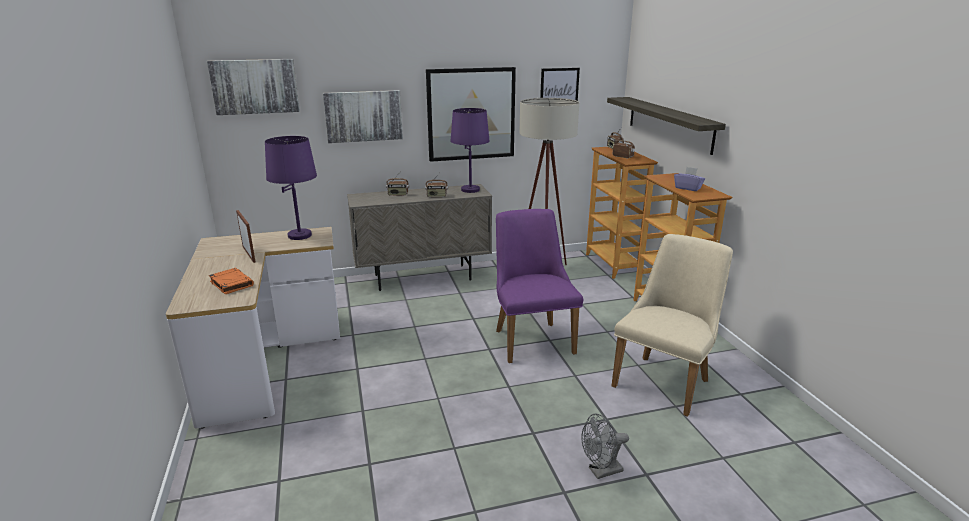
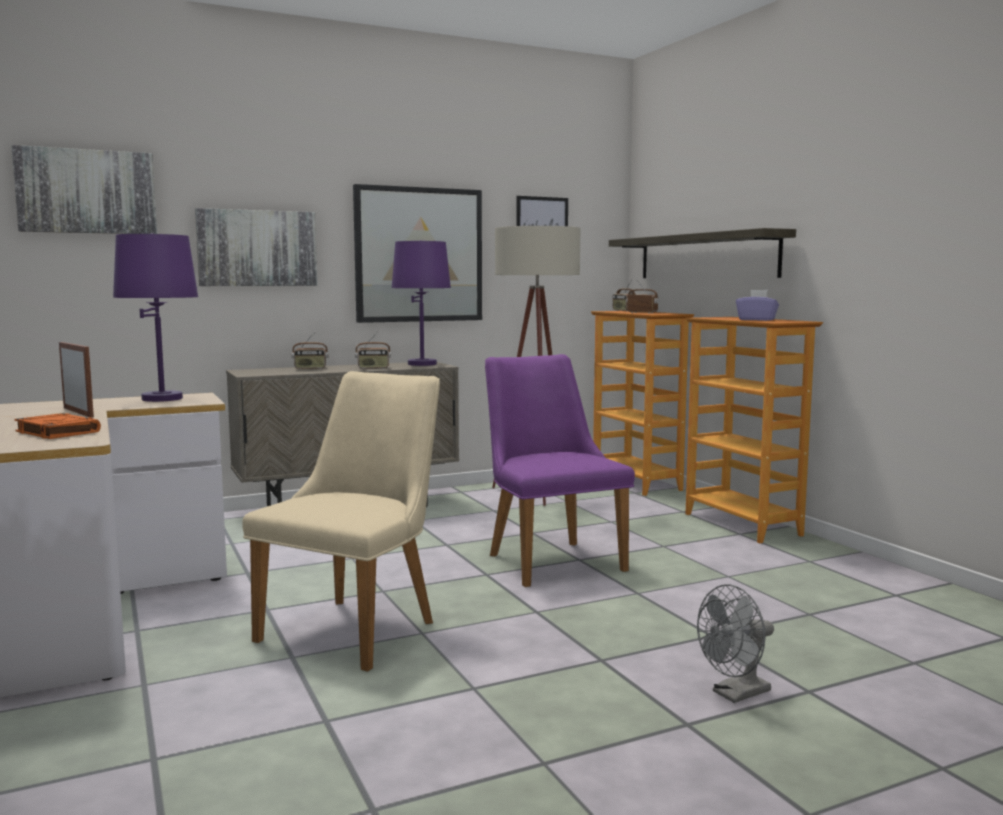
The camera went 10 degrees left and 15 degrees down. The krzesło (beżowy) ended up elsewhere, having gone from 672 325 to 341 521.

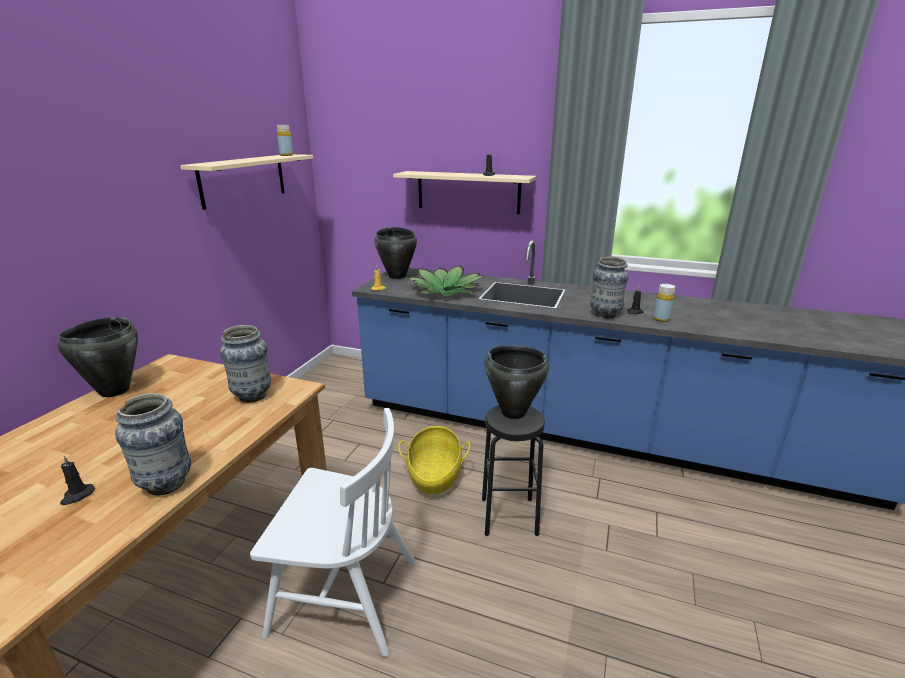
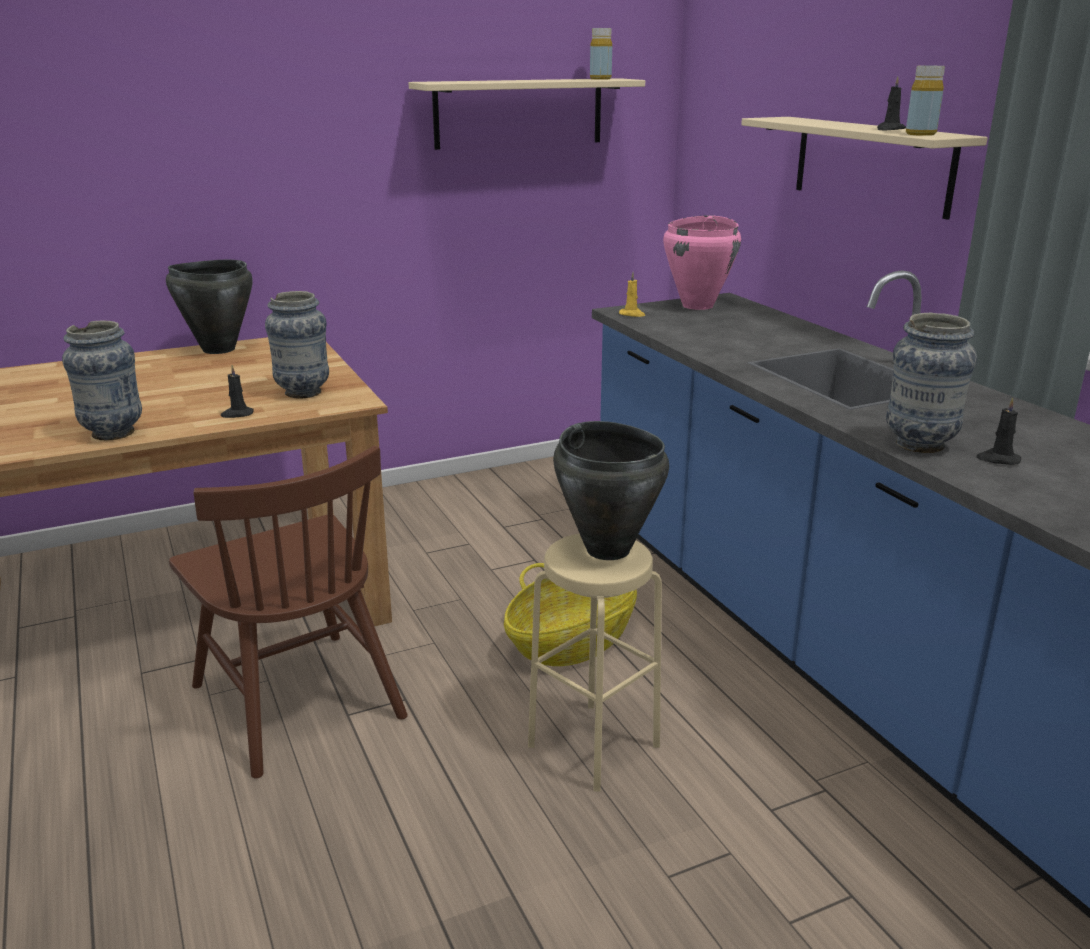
The camera went 45 degrees right and 0 degrees up. The świeca (czarny) ended up elsewhere, having gone from 77 480 to 236 391. What was the krzesło (biały) at 333 532 turned into the krzesło (brązowy) at 288 612. What was the garnek (czarny) at 395 253 turned into the garnek (różowy) at 702 262. The second view lost the roślina doniczkowa at 445 281. What was the stołek (czarny) at 513 470 turned into the stołek (beżowy) at 595 663. The butelka (żółty) ended up elsewhere, having gone from 664 303 to 925 101.

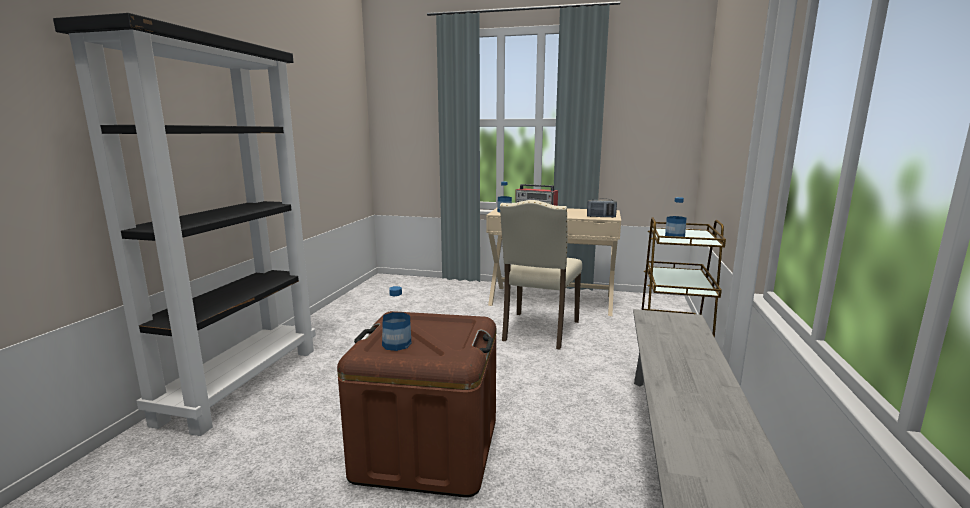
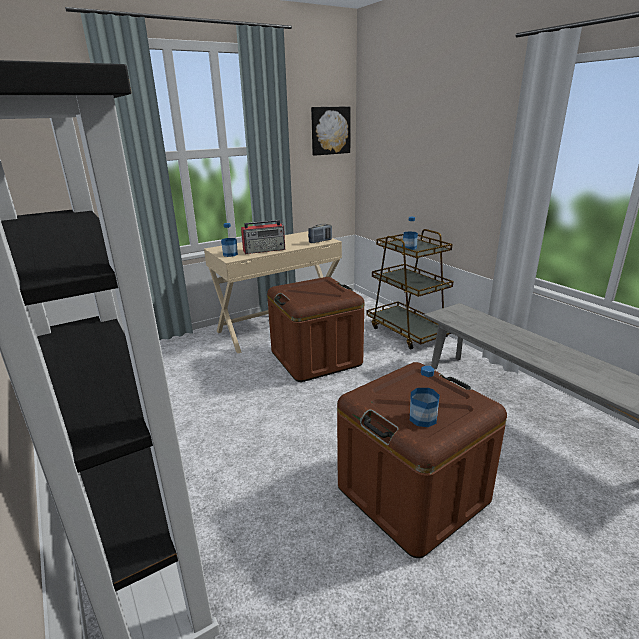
The camera went 45 degrees left and 10 degrees up. Where the krzesło (beżowy) stood at 541 274, the pojemnik do przechowywania (brązowy) came to stand at 315 329. The second view gained the obraz at 331 131.

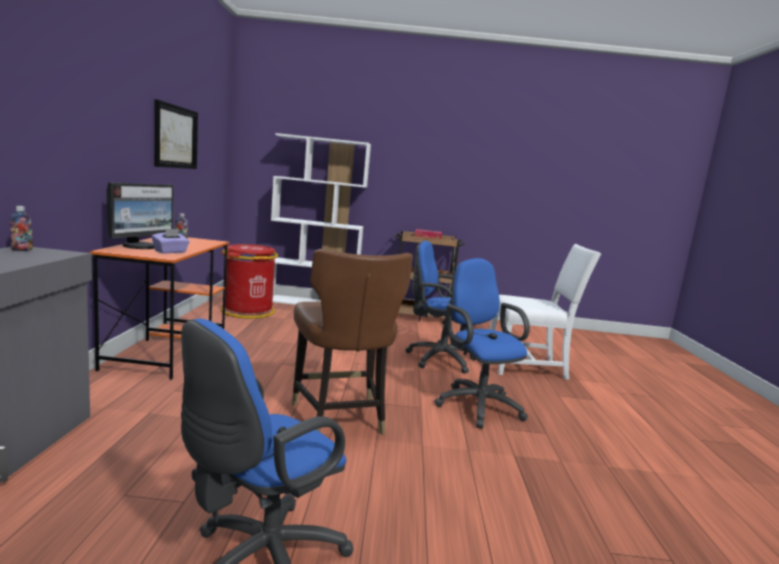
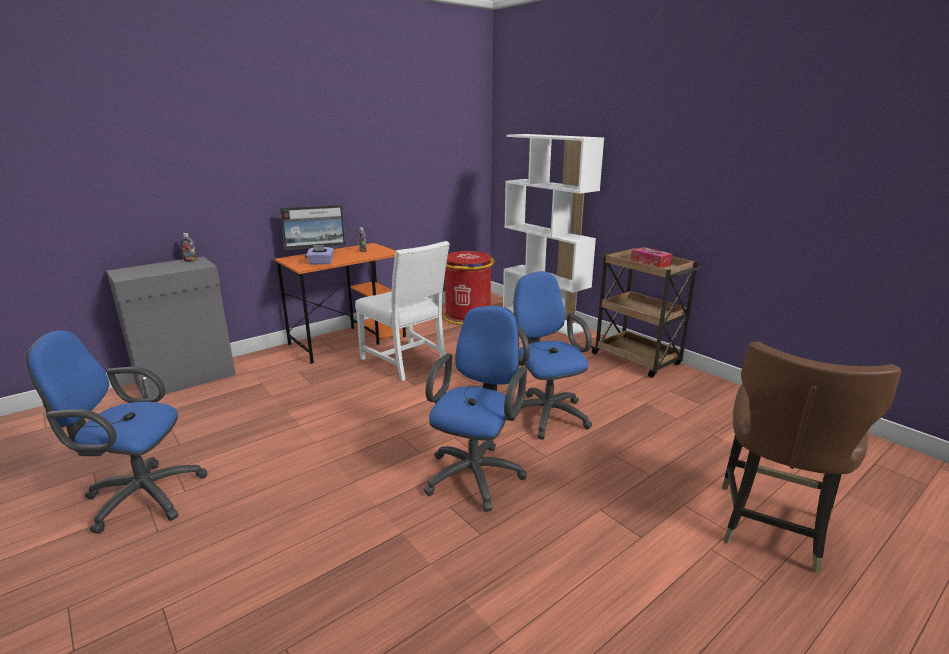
The camera went 50 degrees right and 10 degrees up. The second view lost the obraz at 176 134. The krzesło (brązowy) ended up elsewhere, having gone from 352 342 to 811 457. The krzesło (biały) ended up elsewhere, having gone from 545 312 to 402 311.

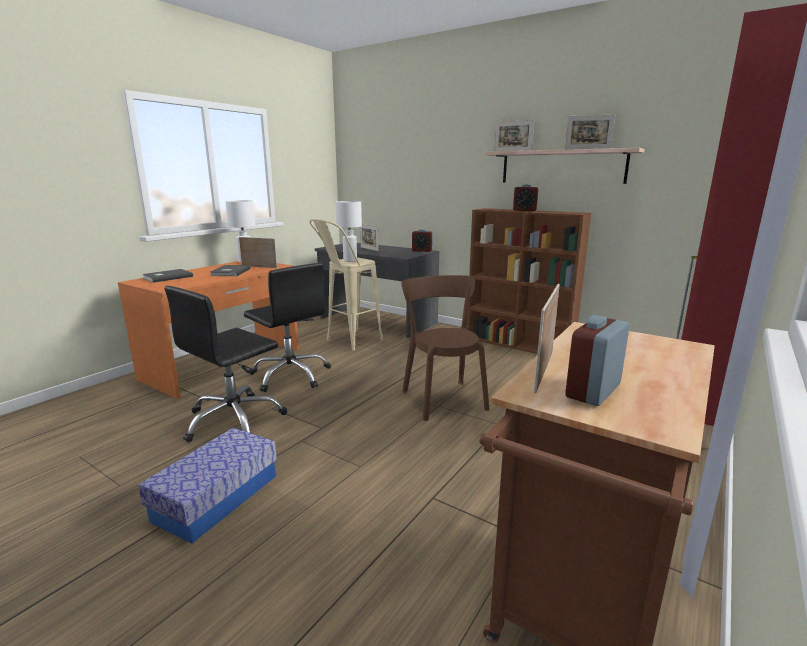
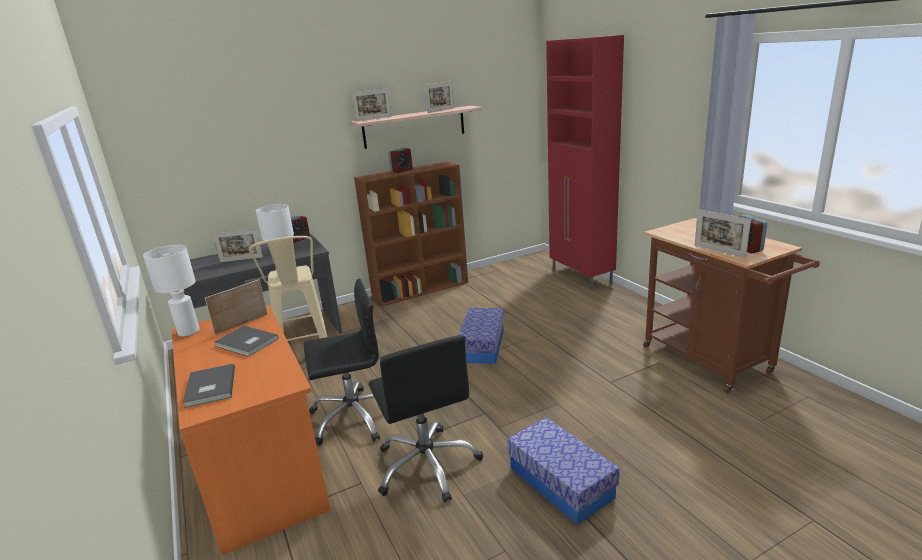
The camera went 60 degrees left and 5 degrees up. Where the krzesło (brązowy) stood at 446 348, the pojemnik do przechowywania came to stand at 481 336.

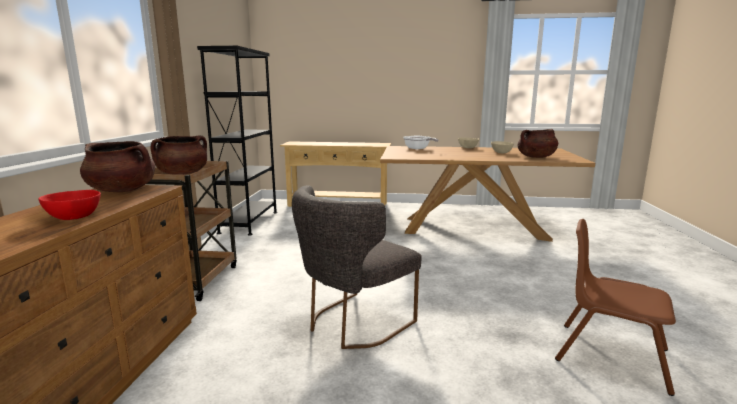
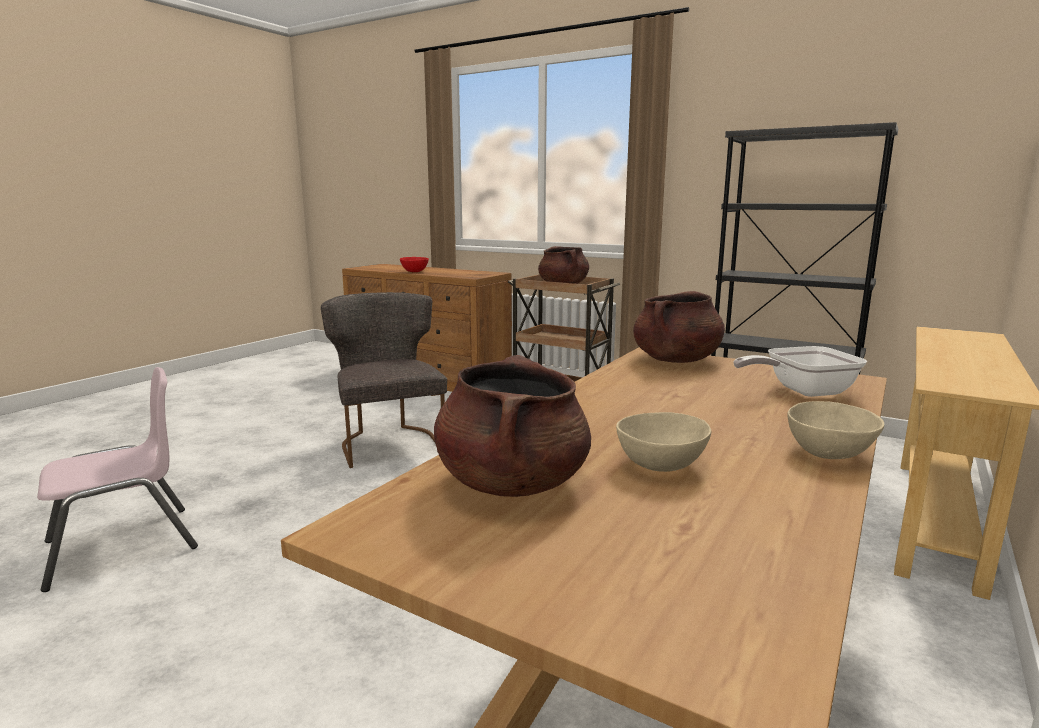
The camera went 115 degrees right and 0 degrees up. The garnek (brązowy) ended up elsewhere, having gone from 117 166 to 679 327. What was the krzesło (brązowy) at 615 307 turned into the krzesło (różowy) at 117 479.

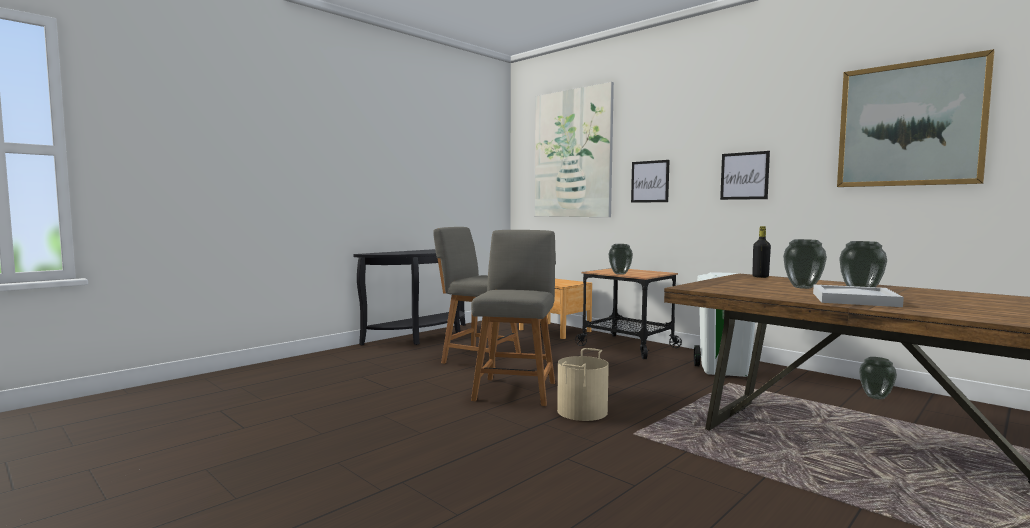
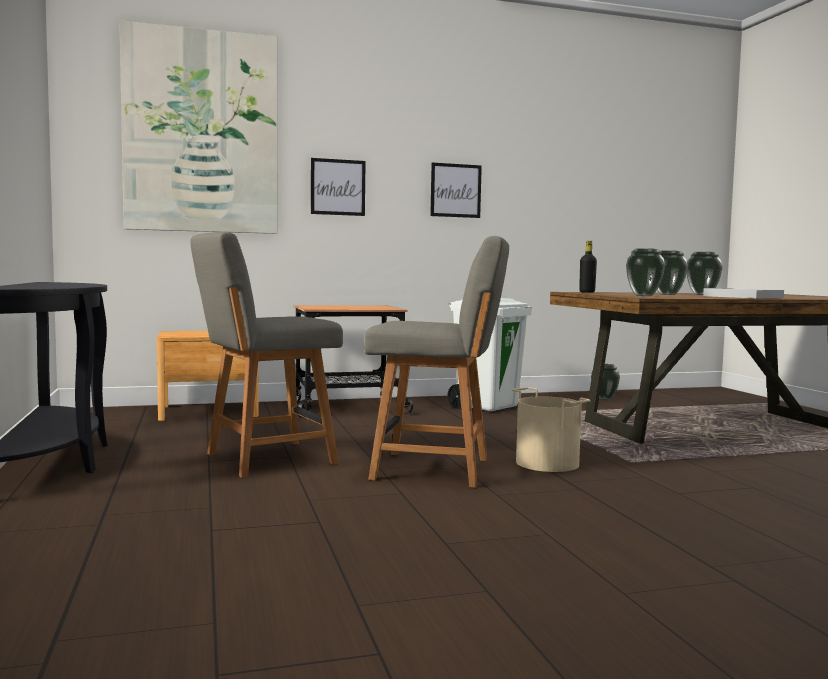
The camera went 60 degrees left and 0 degrees up. The krzesło (szary) at 513 318 ended up facing another way, 150 degrees clockwise from before. The wazon ended up elsewhere, having gone from 620 259 to 645 272. The second view lost the obraz at 915 118.

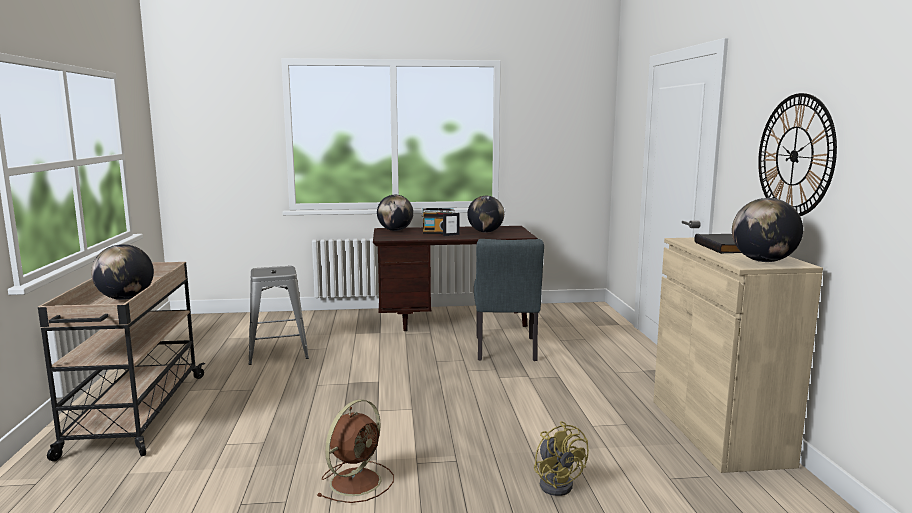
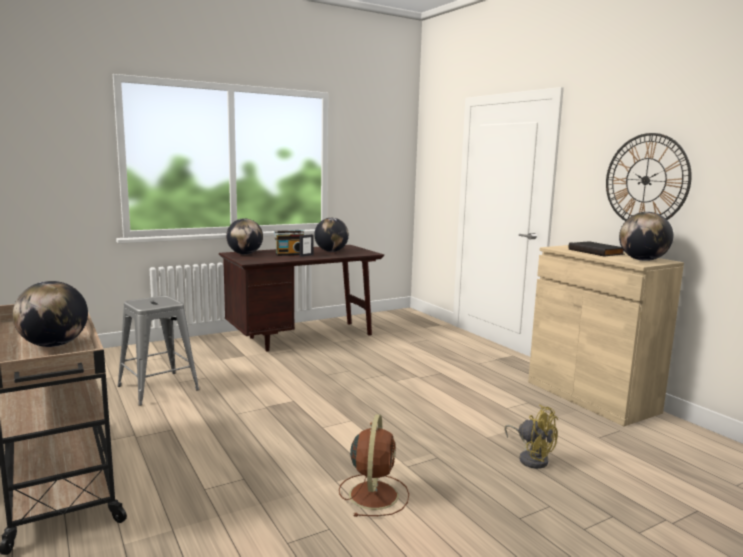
The camera went 25 degrees left and 0 degrees up. The second view lost the krzesło (szary) at 509 300.

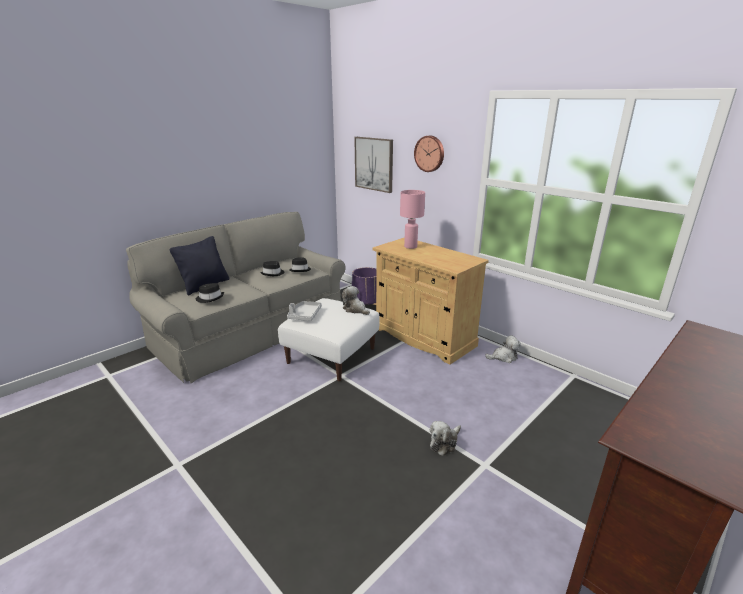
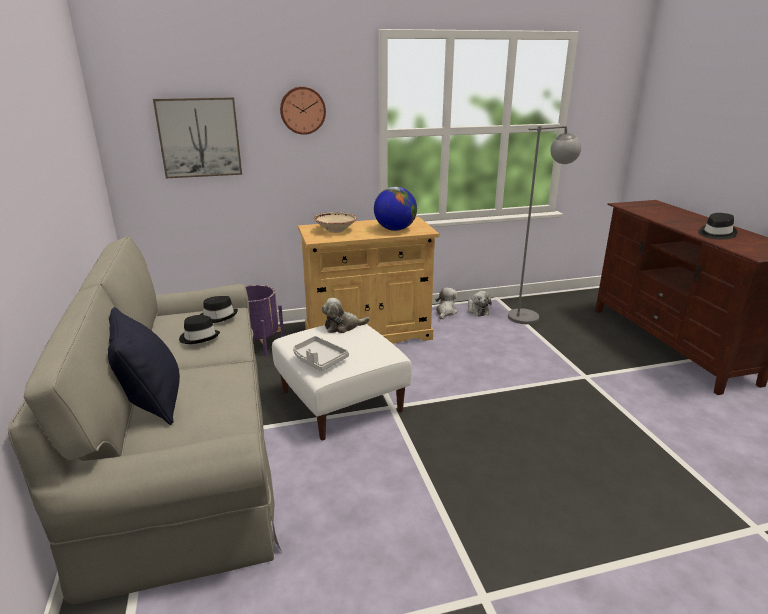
The camera went 60 degrees left and 0 degrees up. The kapelusz (czarny) ended up elsewhere, having gone from 210 293 to 717 226. Where the lampa stołowa (różowy) stood at 412 219, the miska (beżowy) came to stand at 335 222. The pluszak ended up elsewhere, having gone from 445 438 to 480 303. The second view gained the globus at 395 209. The second view gained the lampa stojąca (szary) at 544 225.

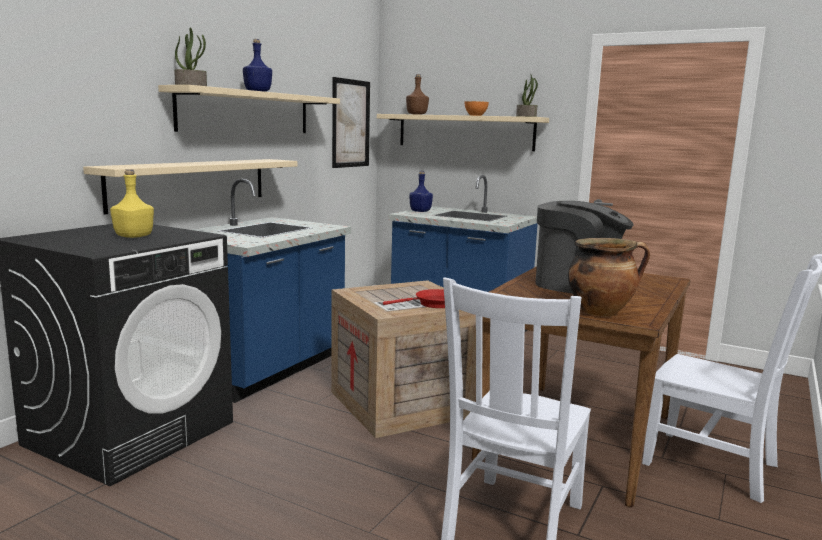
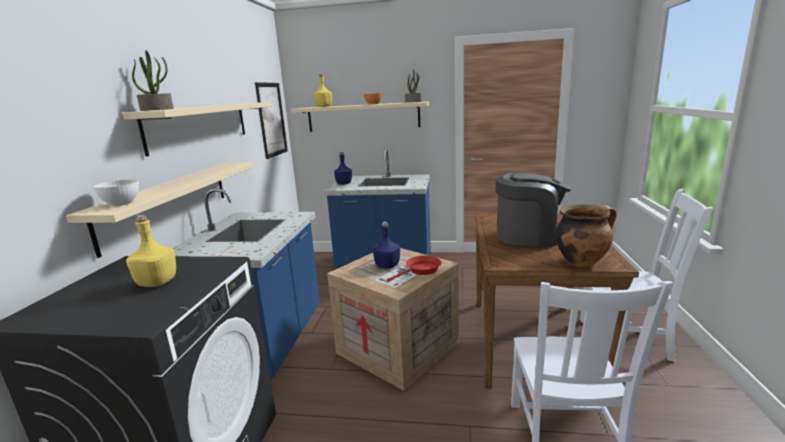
The camera went 20 degrees left and 5 degrees up. The butelka (niebieski) ended up elsewhere, having gone from 257 65 to 386 245. What was the butelka (brązowy) at 417 94 turned into the butelka (żółty) at 323 90. The second view gained the miska (biały) at 116 192.

